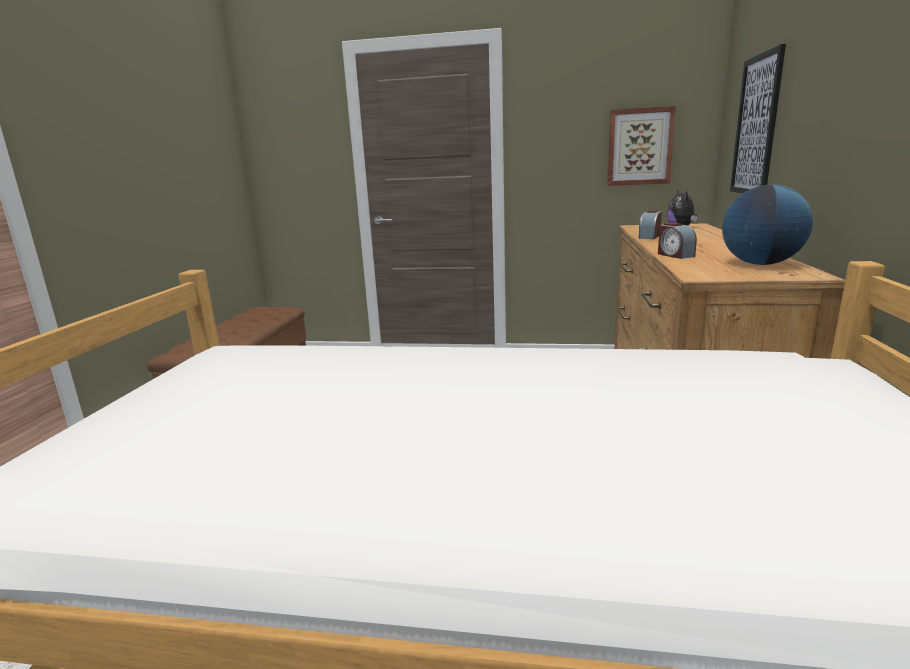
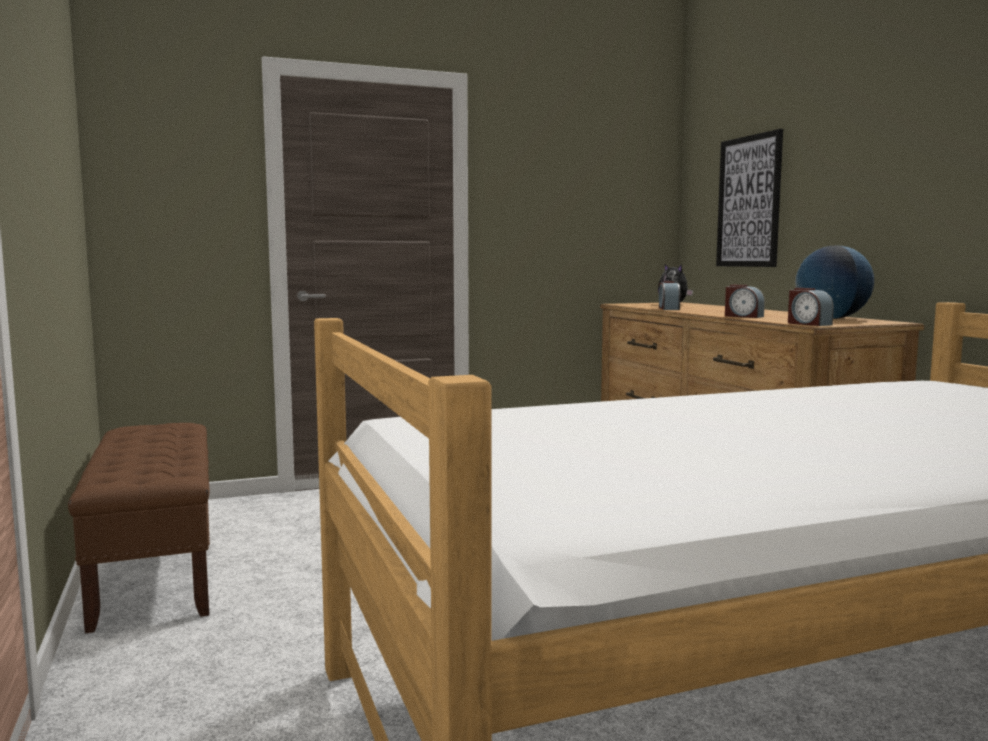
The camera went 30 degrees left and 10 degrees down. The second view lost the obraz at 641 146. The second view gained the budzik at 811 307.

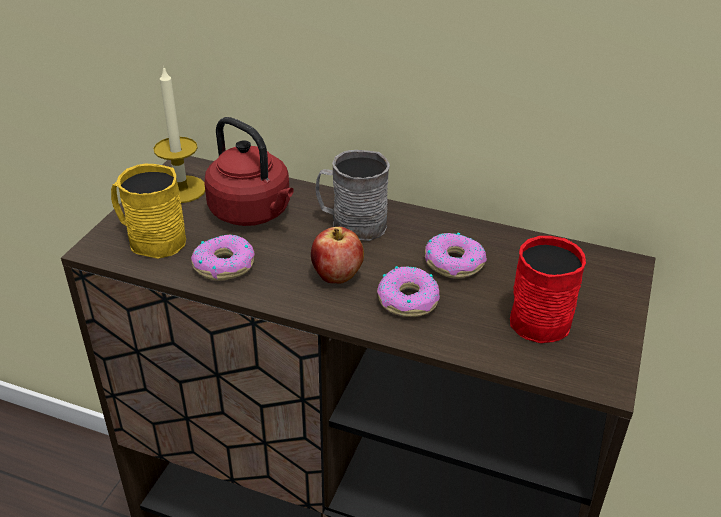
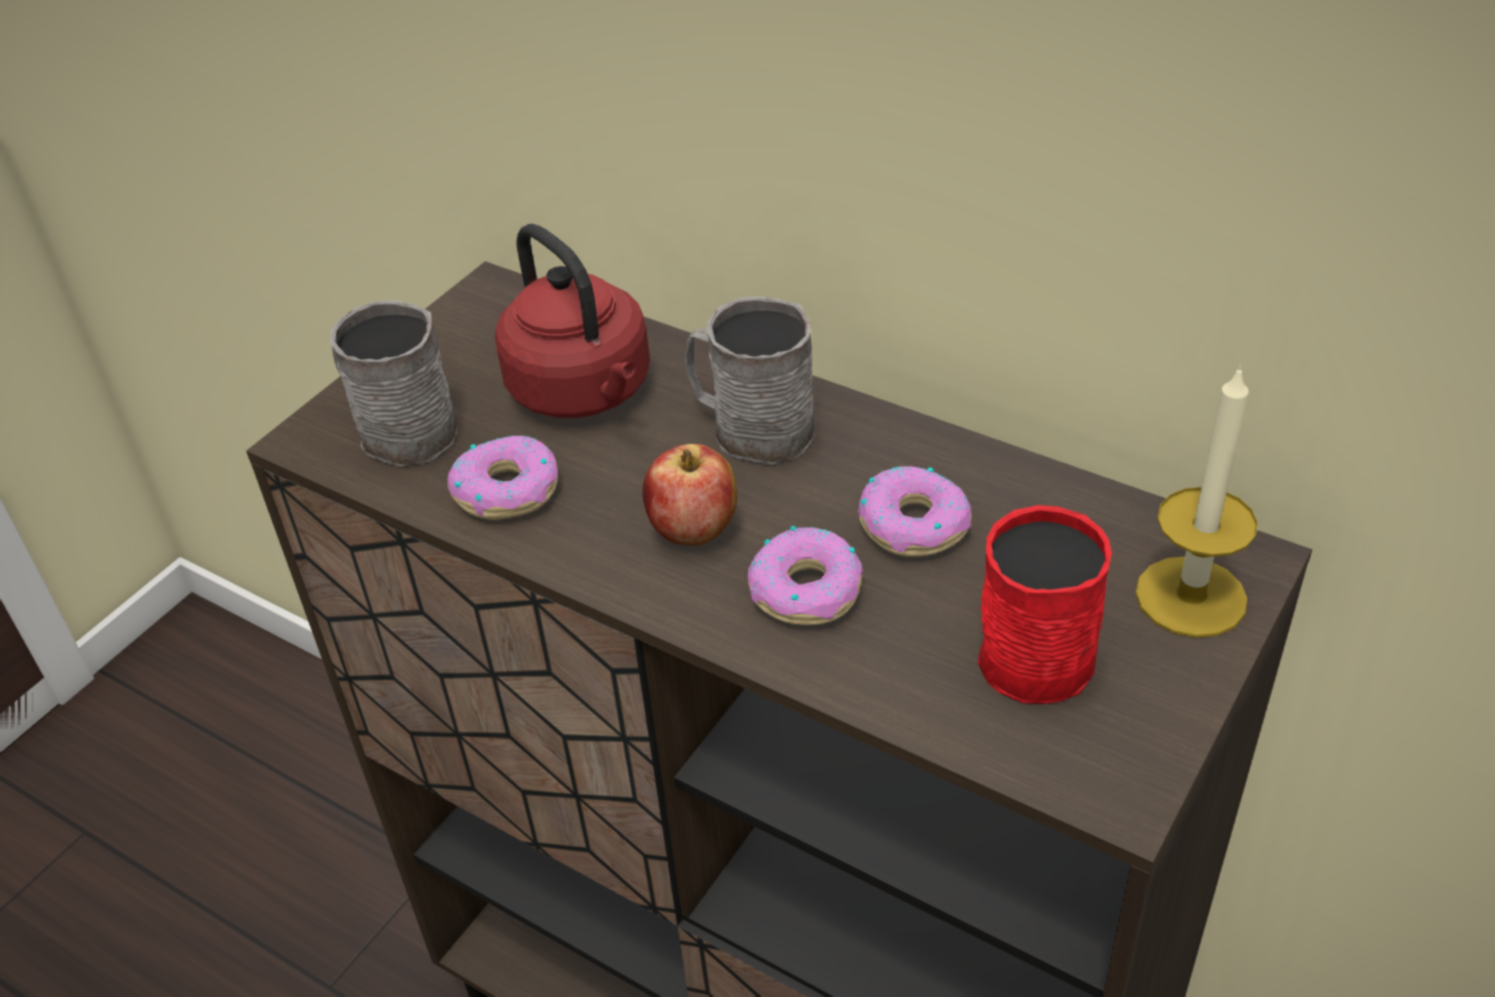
The camera went 15 degrees right and 5 degrees up. What was the kubek (żółty) at 148 211 turned into the kubek (szary) at 393 383. The świeca ended up elsewhere, having gone from 179 134 to 1196 501.

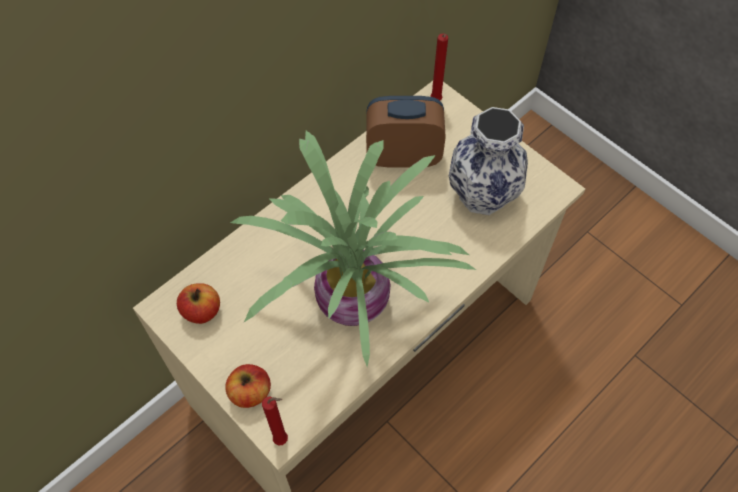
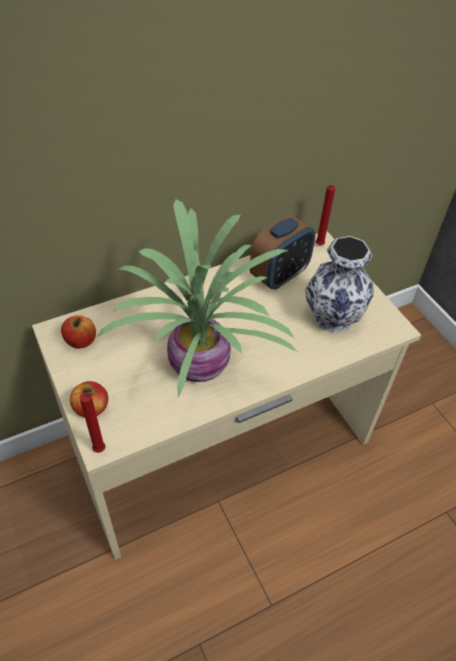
The camera went 15 degrees right and 10 degrees down. The budzik at 405 132 ended up facing another way, 120 degrees clockwise from before.

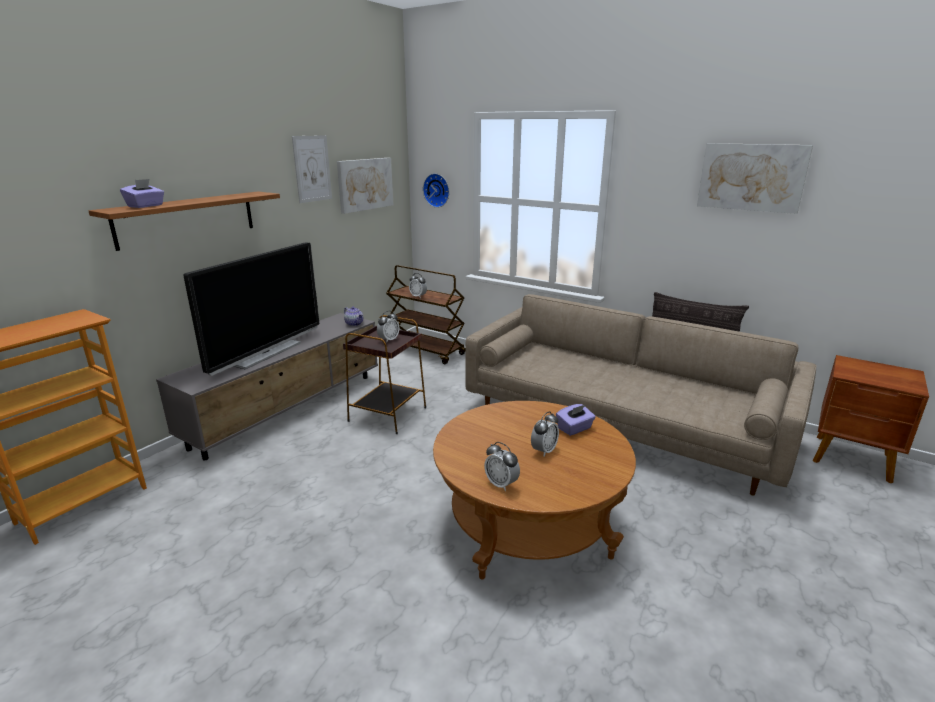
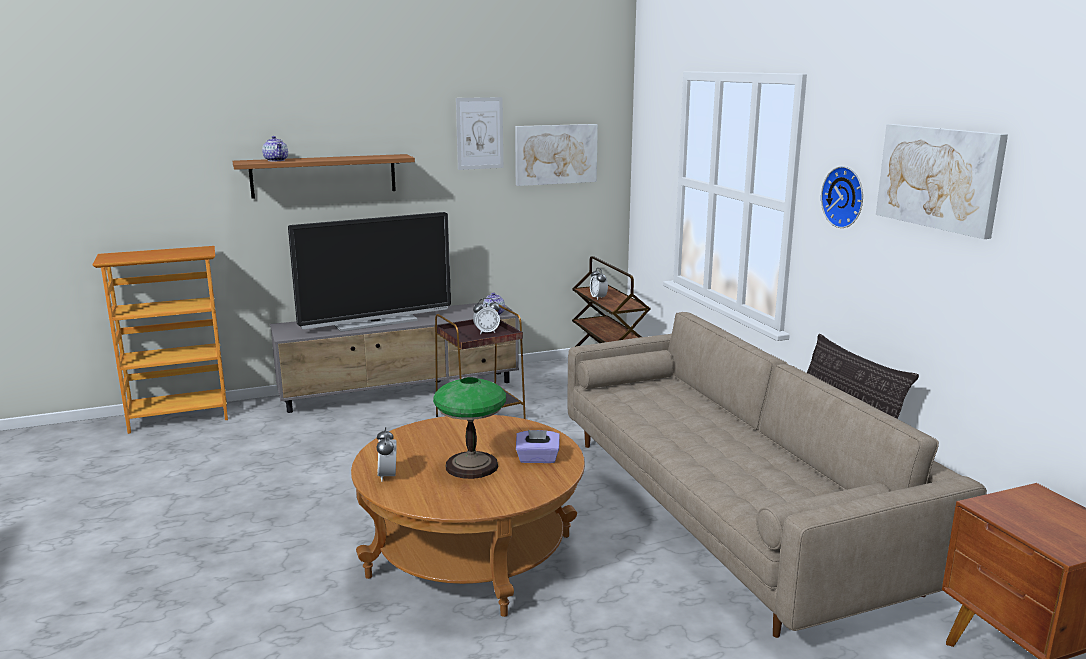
The camera went 35 degrees right and 5 degrees down. Where the pudełko chusteczek (fioletowy) stood at 142 193, the imbryk came to stand at 275 148. The zegar ścienny ended up elsewhere, having gone from 436 190 to 842 197. Where the budzik stood at 545 433, the lampa stołowa came to stand at 469 428.

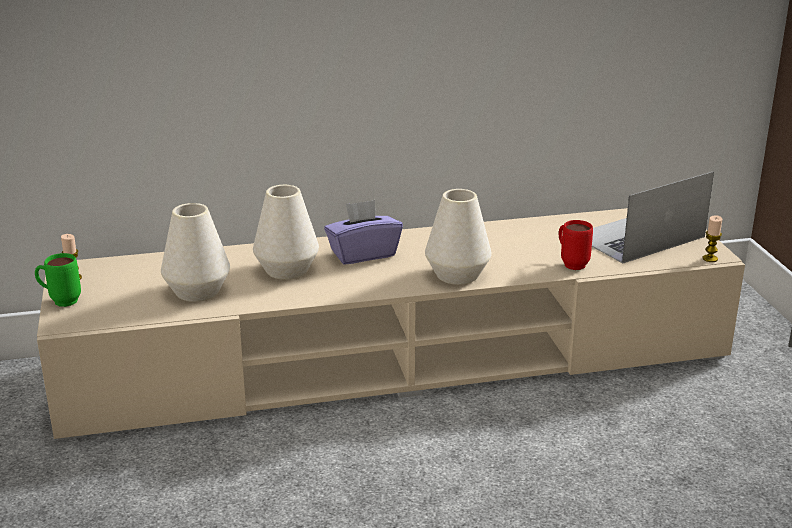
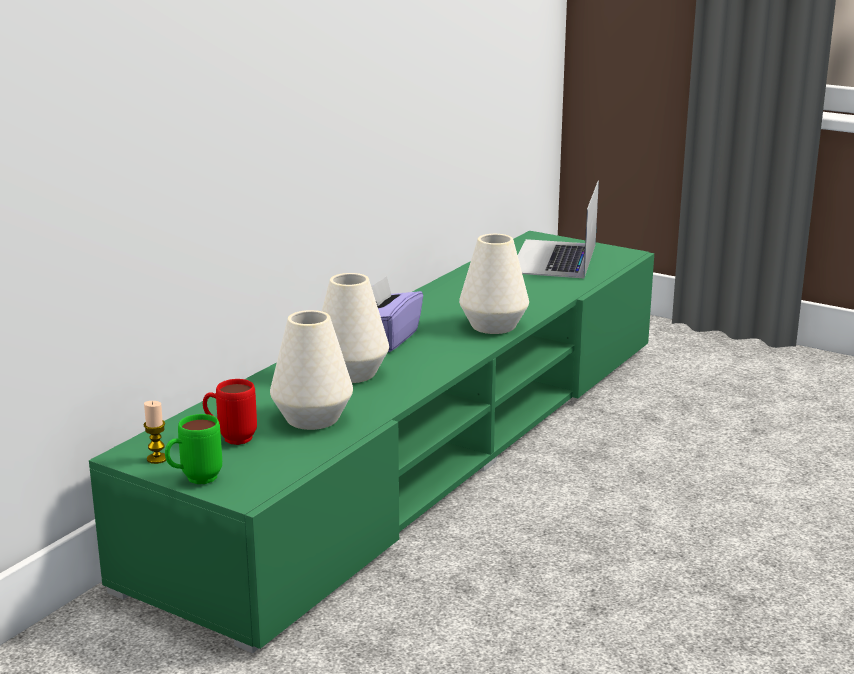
The camera went 45 degrees left and 5 degrees down. What was the szafka pod telewizor (beżowy) at 391 324 turned into the szafka pod telewizor (zielony) at 371 442. The kubek (czerwony) ended up elsewhere, having gone from 576 245 to 230 412. The second view lost the świeca at 712 238.

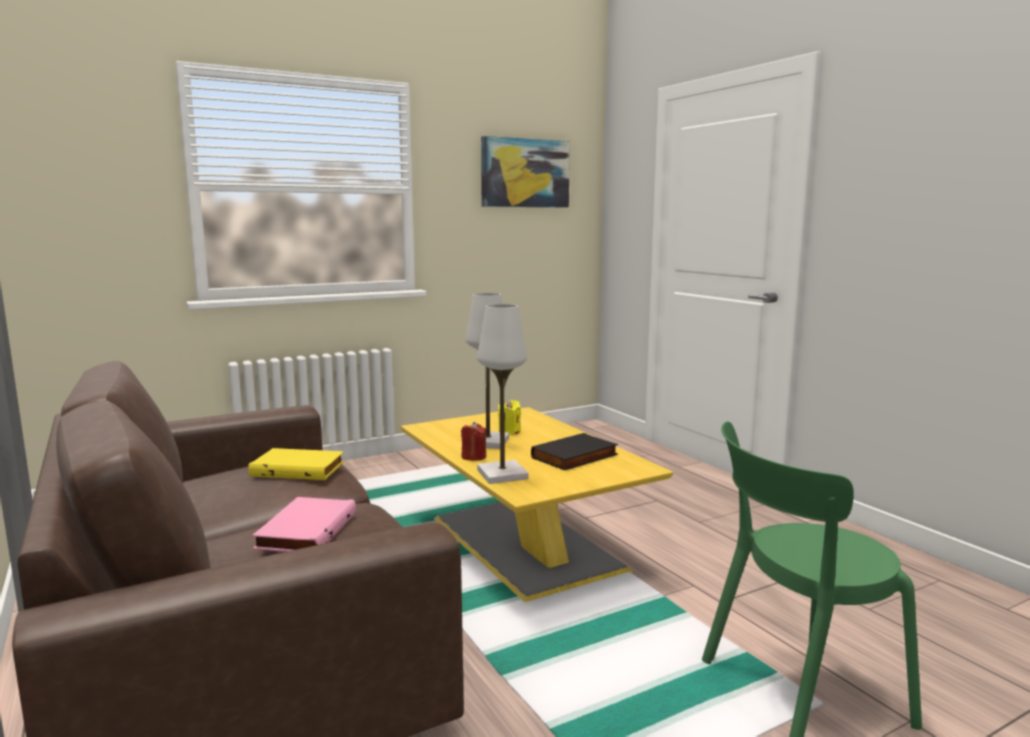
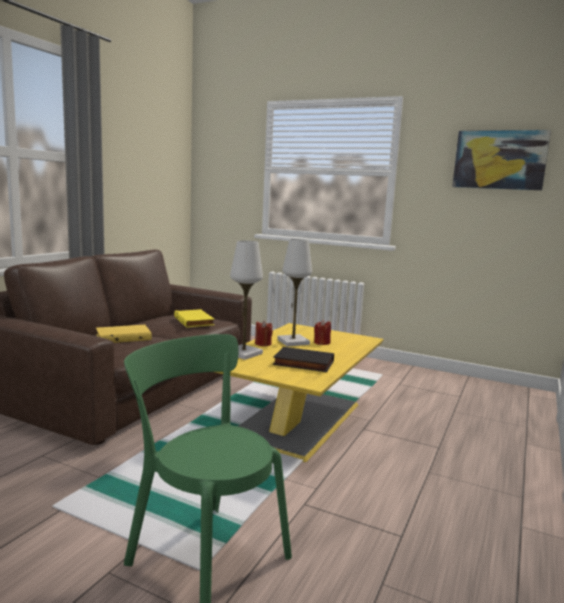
The camera went 55 degrees right and 0 degrees up. What was the książka (różowy) at 304 524 turned into the książka (żółty) at 124 334. What was the świeca (żółty) at 509 417 turned into the świeca (czerwony) at 322 332.

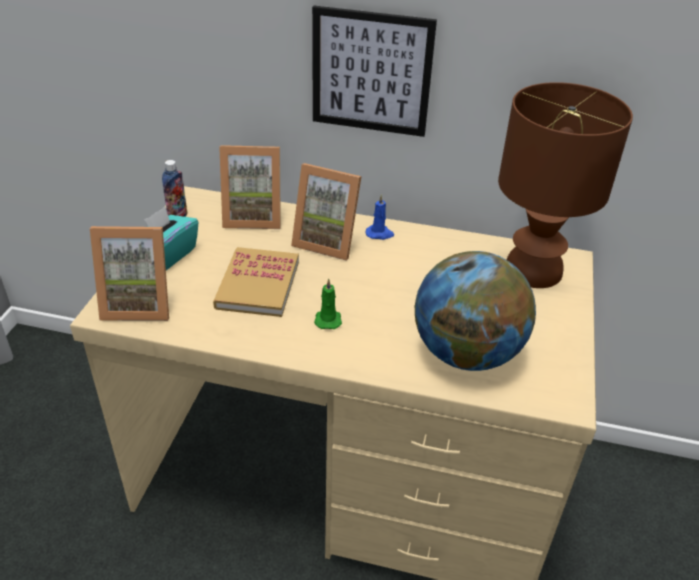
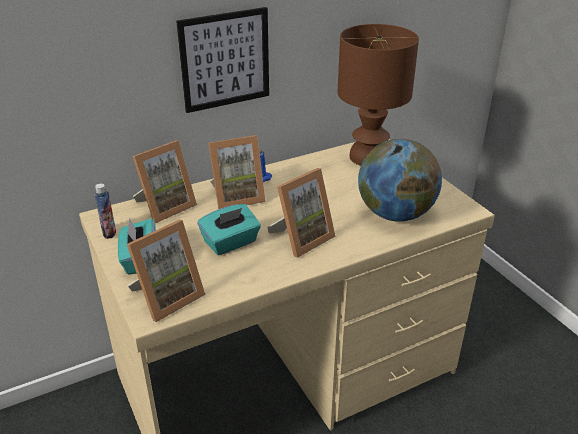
The camera went 40 degrees left and 5 degrees down. Where the książka stood at 256 282, the pudełko chusteczek (turkusowy) came to stand at 229 229. Where the świeca (zielony) stood at 328 304, the ramka na zdjęcie came to stand at 301 213.

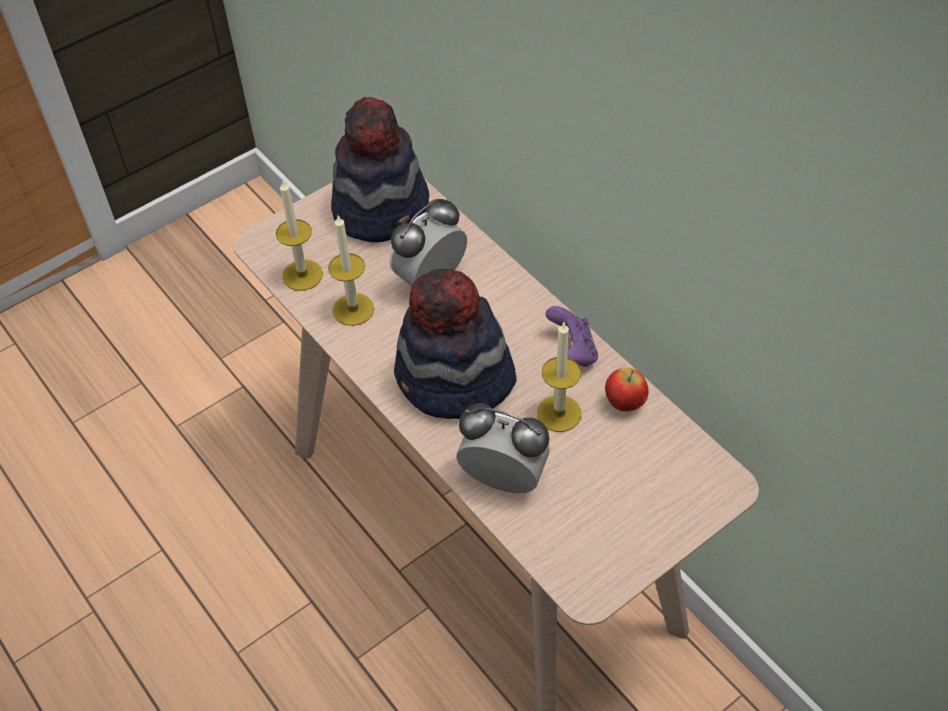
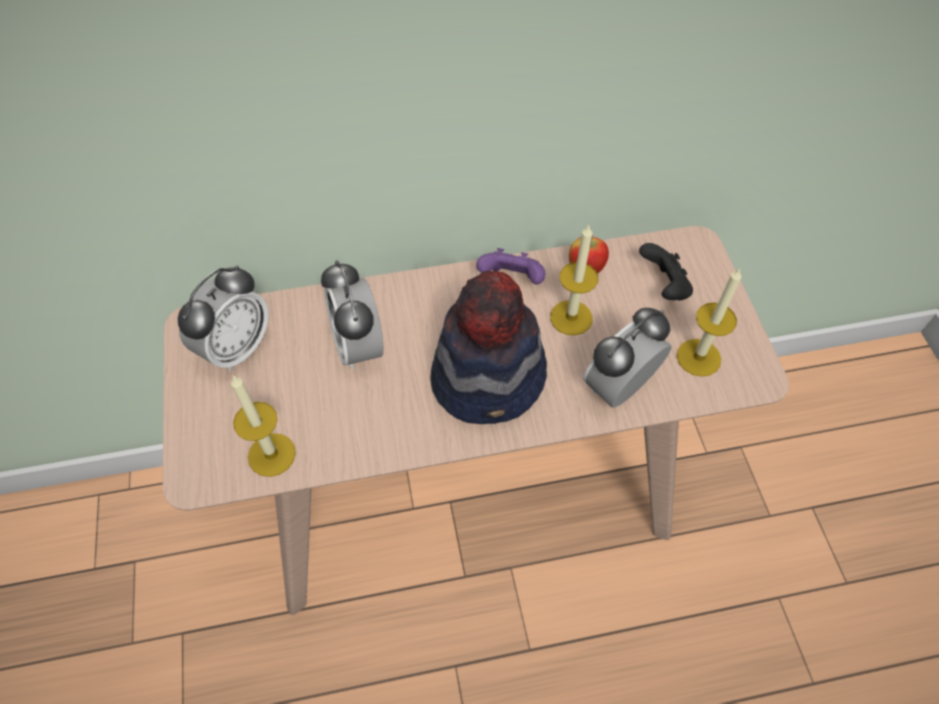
The camera went 65 degrees left and 5 degrees up. The świeca ended up elsewhere, having gone from 351 271 to 709 322. Where the kapelusz stood at 380 169, the budzik came to stand at 223 318. The second view gained the pad do gier (czarny) at 666 271.

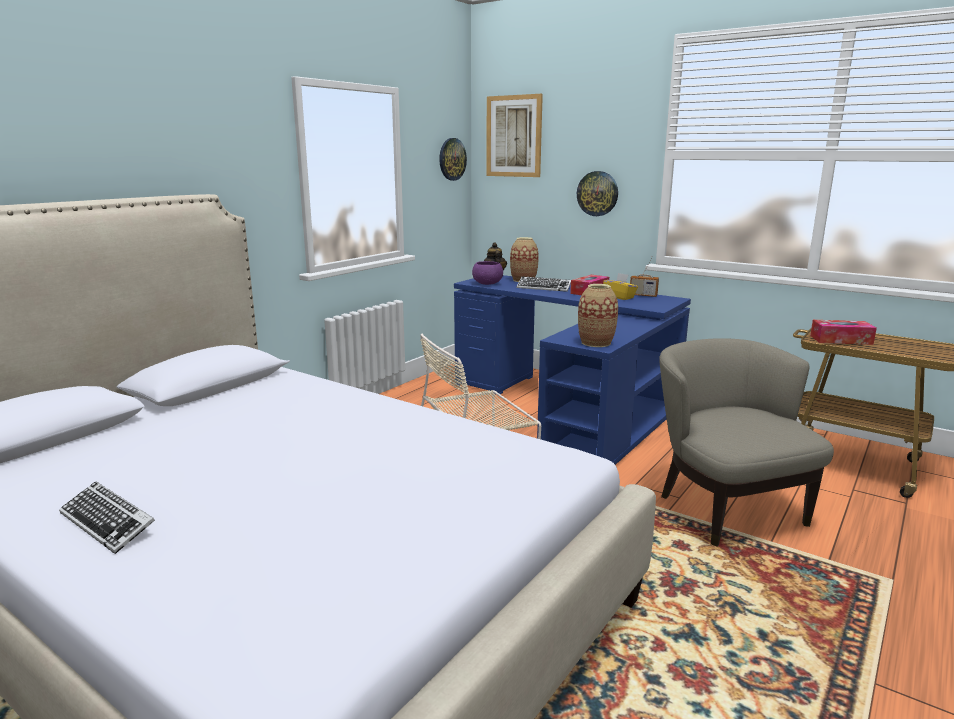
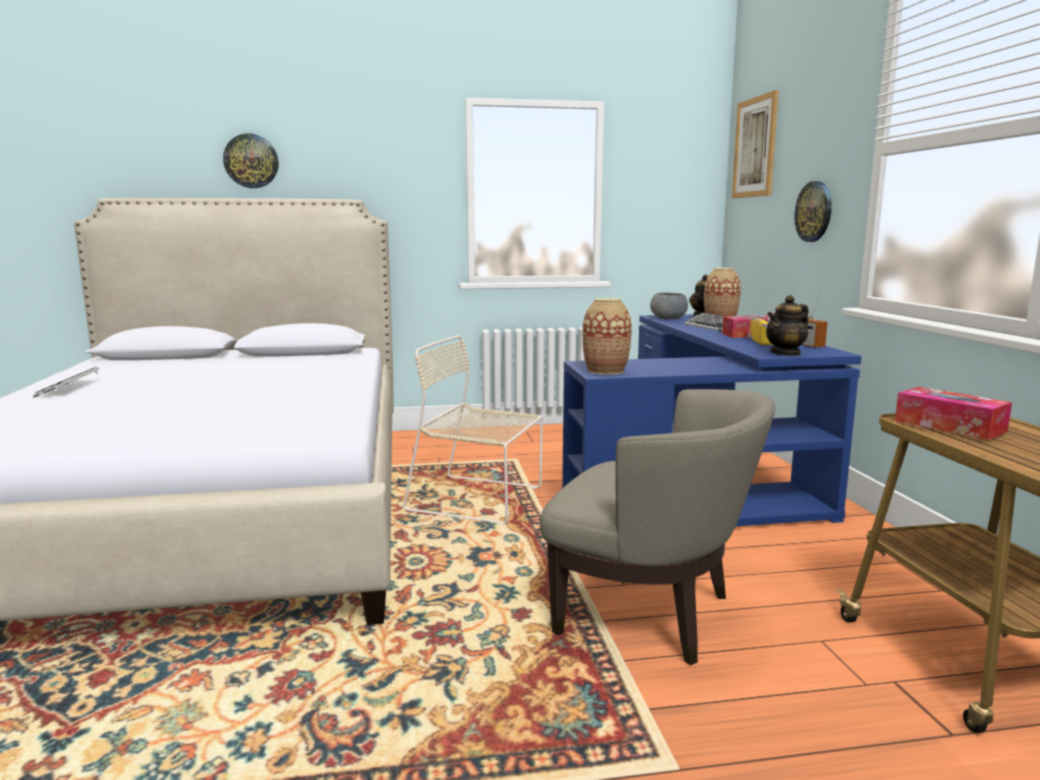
The camera went 45 degrees right and 5 degrees down. The zegar ścienny ended up elsewhere, having gone from 453 159 to 251 161. What was the miska (fioletowy) at 487 273 turned into the miska (szary) at 669 305. The fotel (beżowy) at 746 442 ended up facing another way, 90 degrees clockwise from before. The second view gained the imbryk at 787 325.

